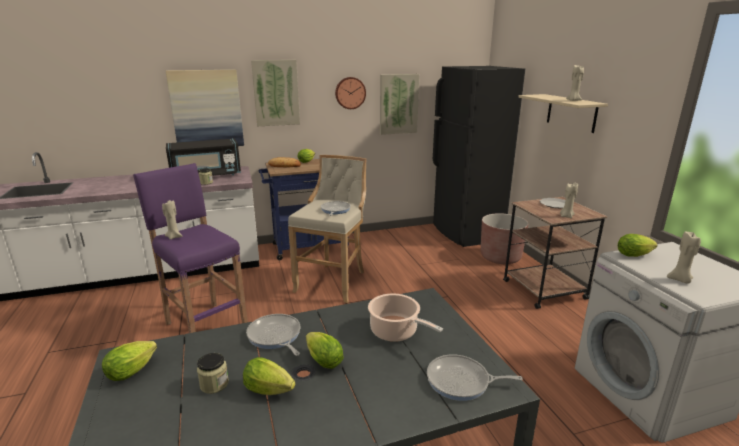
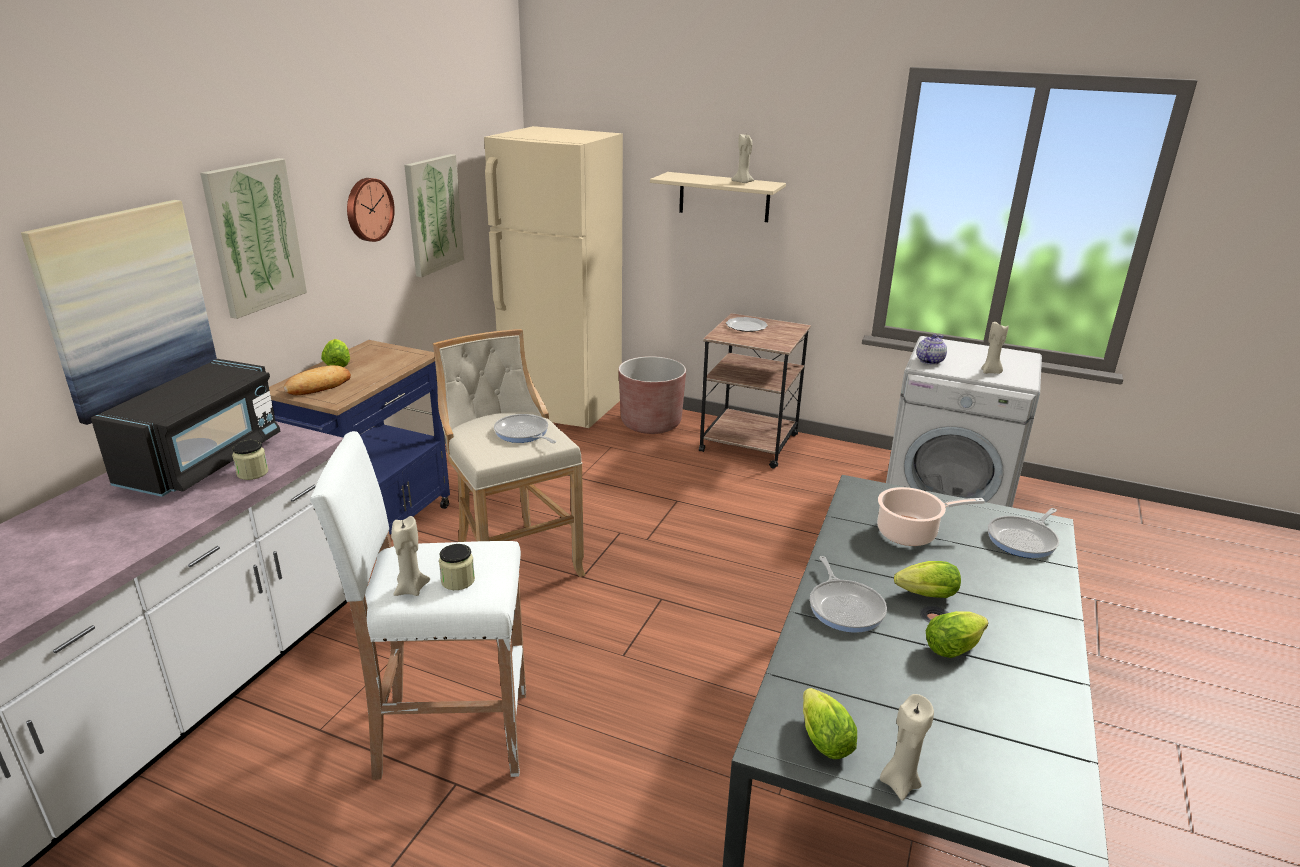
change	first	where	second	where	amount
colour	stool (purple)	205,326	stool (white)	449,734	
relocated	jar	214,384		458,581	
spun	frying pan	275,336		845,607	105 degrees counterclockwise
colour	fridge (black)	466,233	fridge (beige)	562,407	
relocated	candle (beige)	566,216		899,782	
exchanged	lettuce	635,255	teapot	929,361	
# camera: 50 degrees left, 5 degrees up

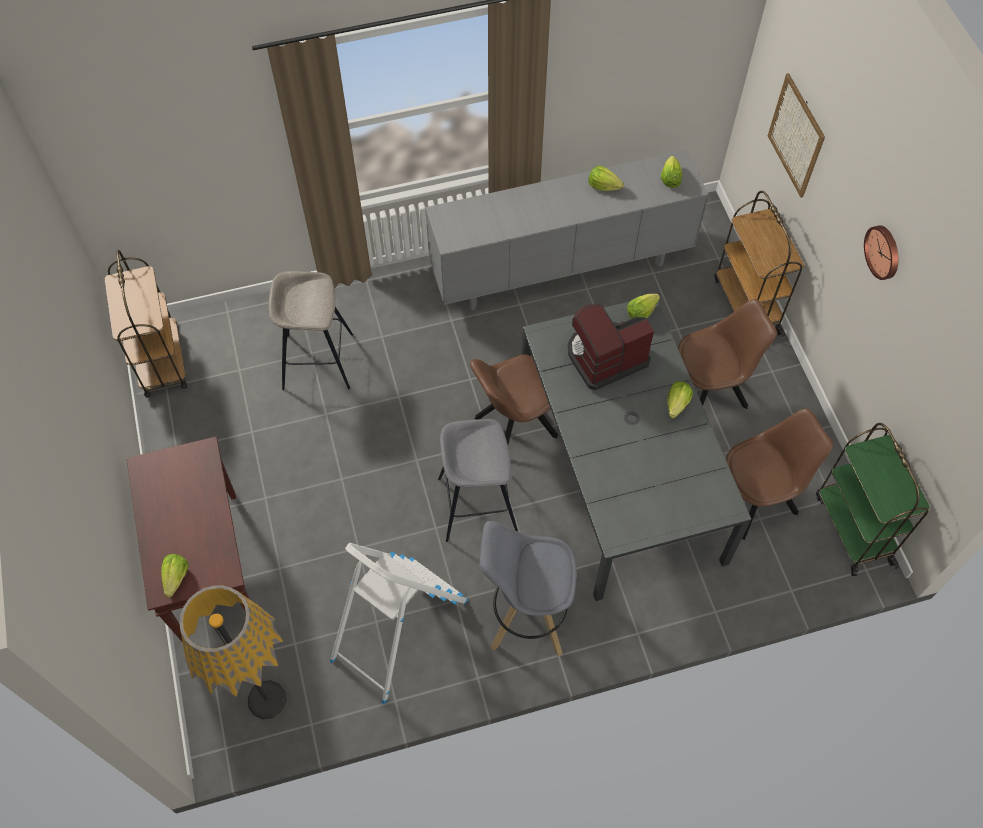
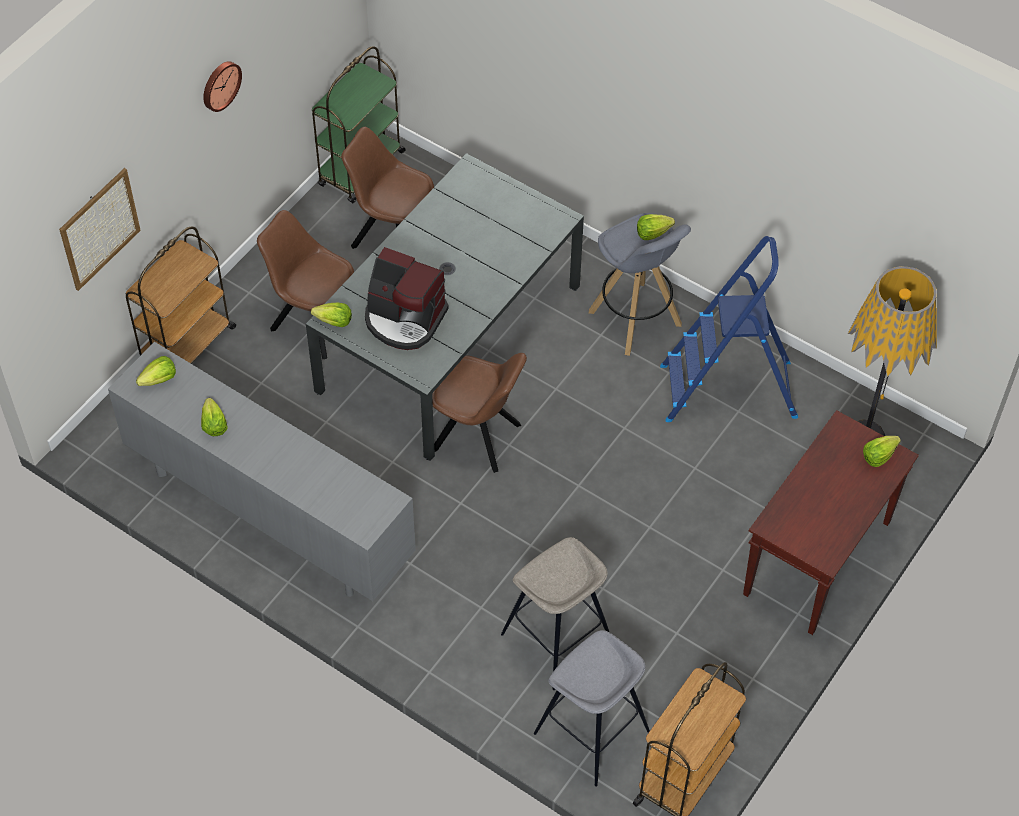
change	first	where	second	where	amount
colour	step ladder (white)	400,629	step ladder (blue)	727,391	
relocated	stool (grey)	477,504		591,733	
relocated	lettuce	677,404		652,233	
# camera: 130 degrees left, 5 degrees down

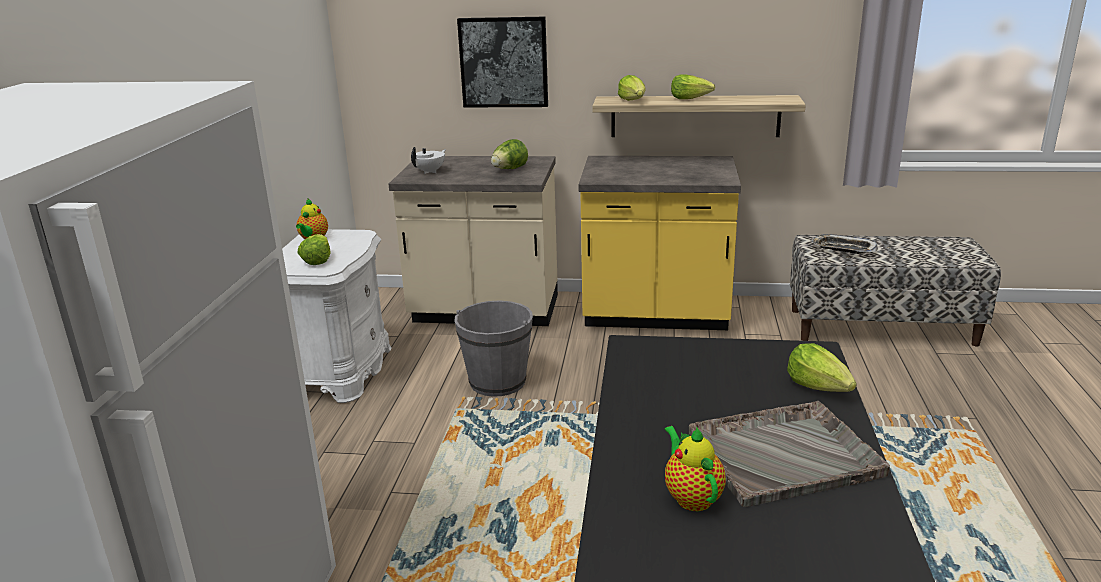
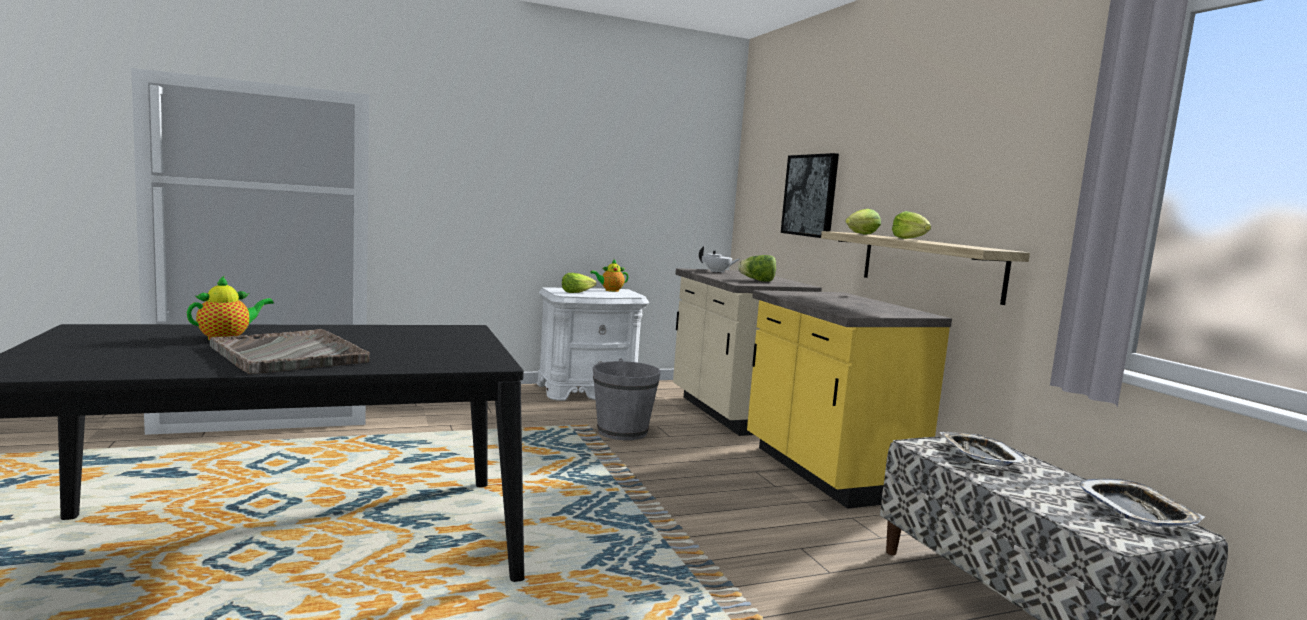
change	first	where	second	where	amount
missing	lettuce	819,387			
appeared			tray	1136,511	
# camera: 60 degrees right, 15 degrees down

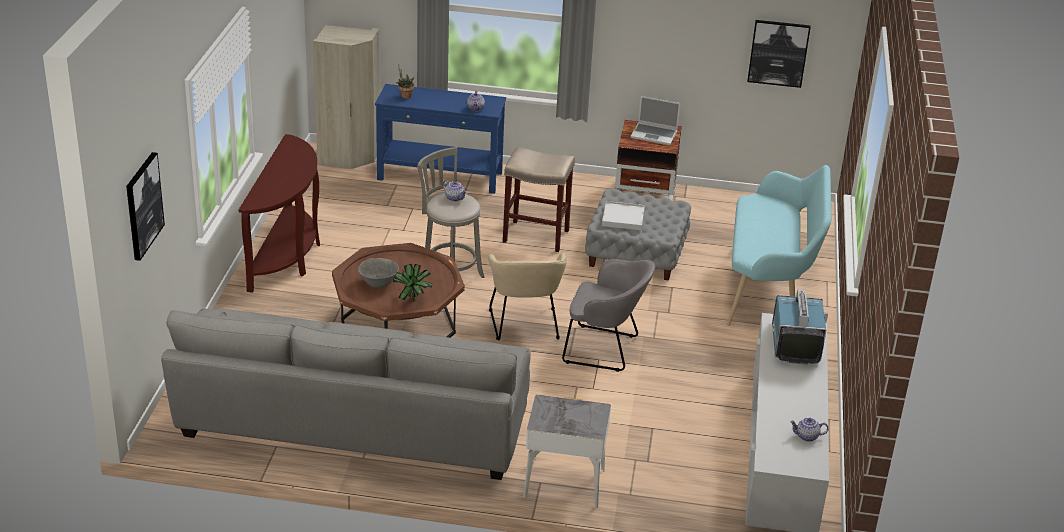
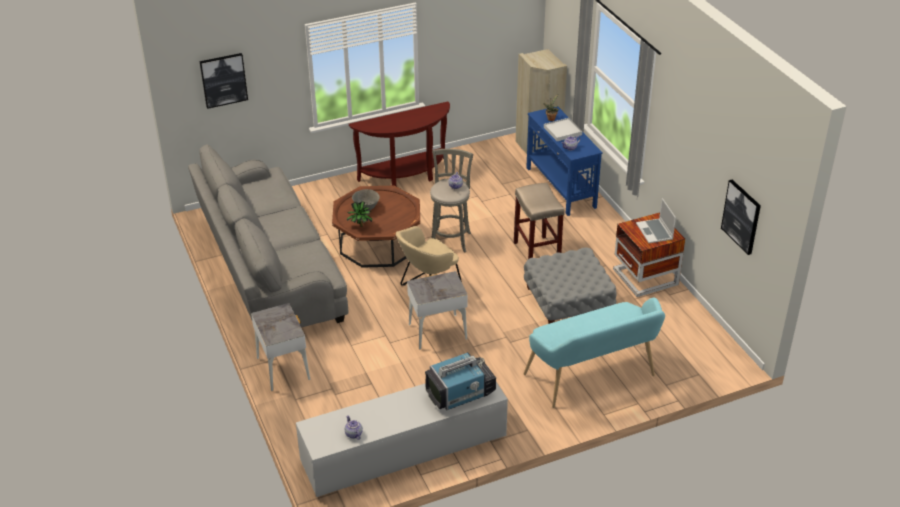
change	first	where	second	where	amount
exchanged	armchair (grey)	605,350	side table	436,331	
relocated	tray (white)	623,218		562,131	
# camera: 60 degrees right, 5 degrees up

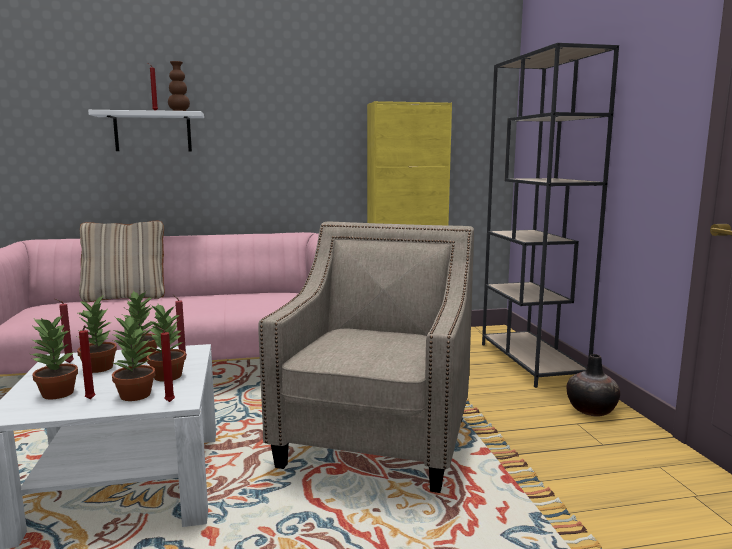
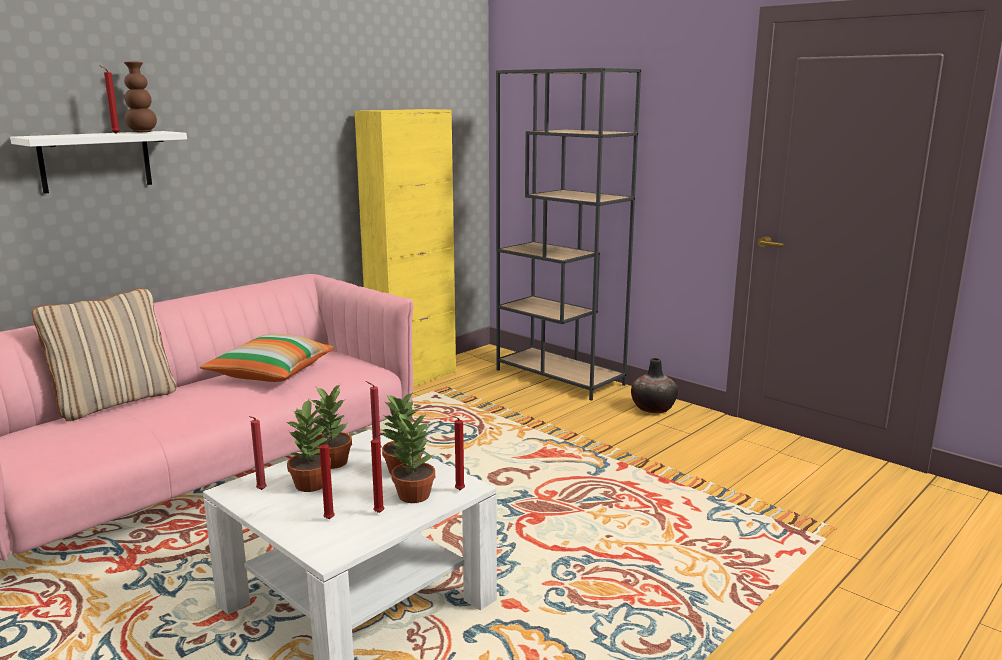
change	first	where	second	where	amount
exchanged	potted plant	57,393	candle (red)	330,520	
missing	armchair (beige)	376,440			
appeared			pillow	271,373	
# camera: 35 degrees left, 5 degrees up

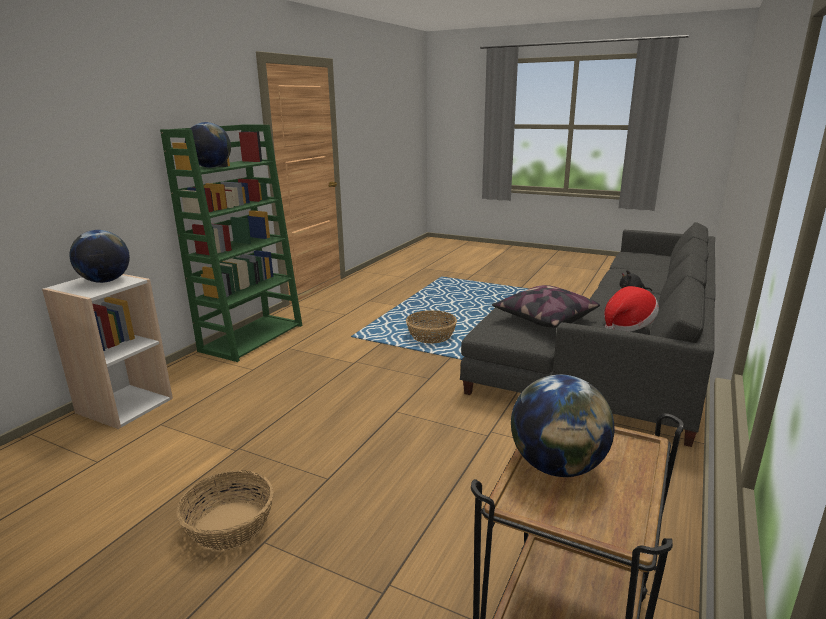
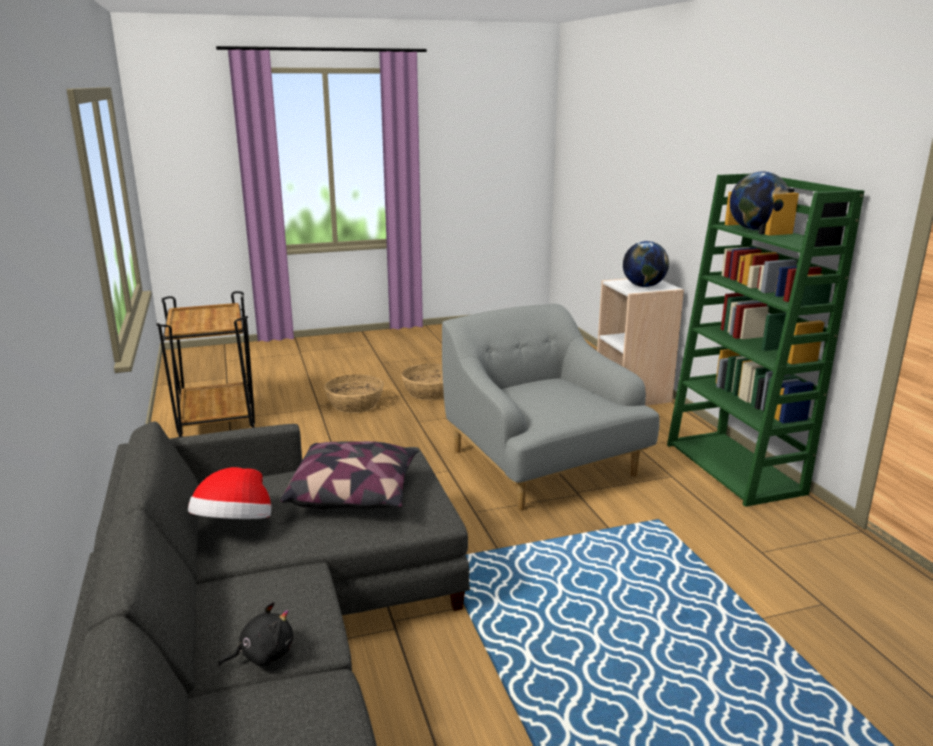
change	first	where	second	where	amount
relocated	basket	431,336		355,404	
missing	globe	557,466			
appeared			armchair (grey)	540,463	
# camera: 135 degrees right, 0 degrees up

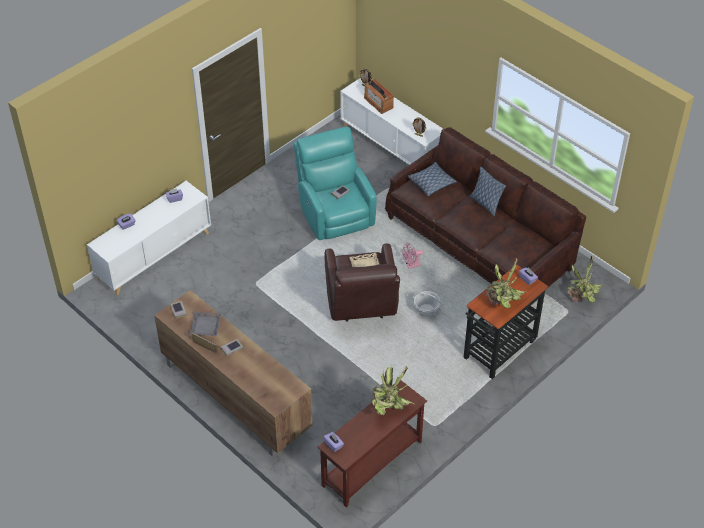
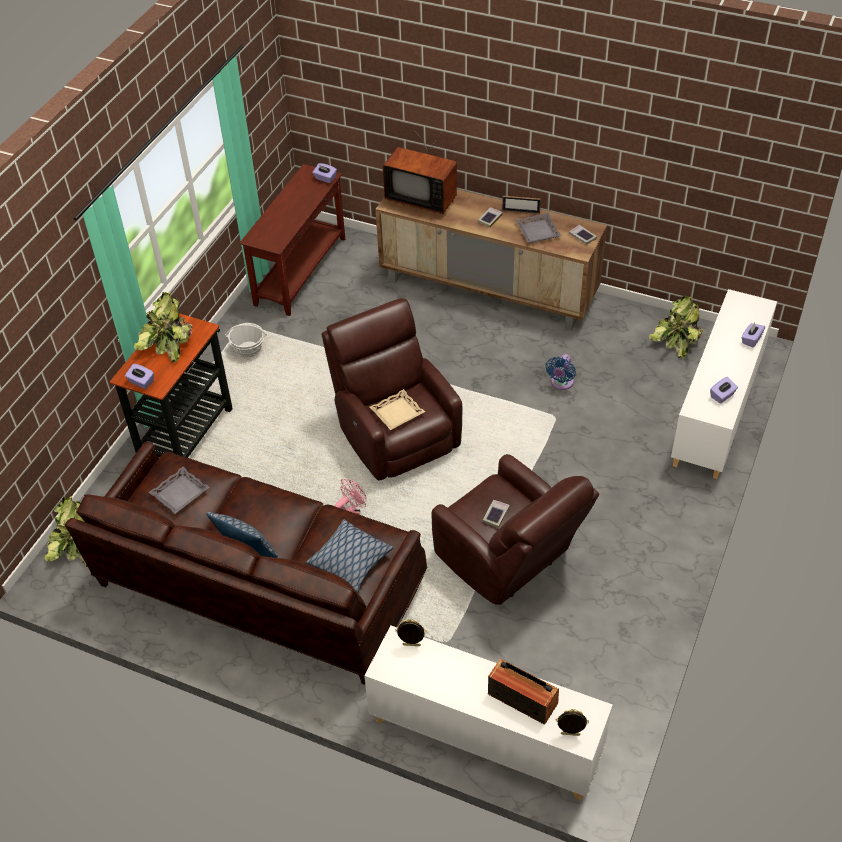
change	first	where	second	where	amount
colour	armchair (turquoise)	335,213	armchair (brown)	509,561	
relocated	potted plant	389,406		677,340	
relocated	basket	426,310		248,349	
appeared			tray (grey)	180,493	
appeared			television	422,197	
appeared			fan (blue)	561,383	
# camera: 160 degrees right, 0 degrees up

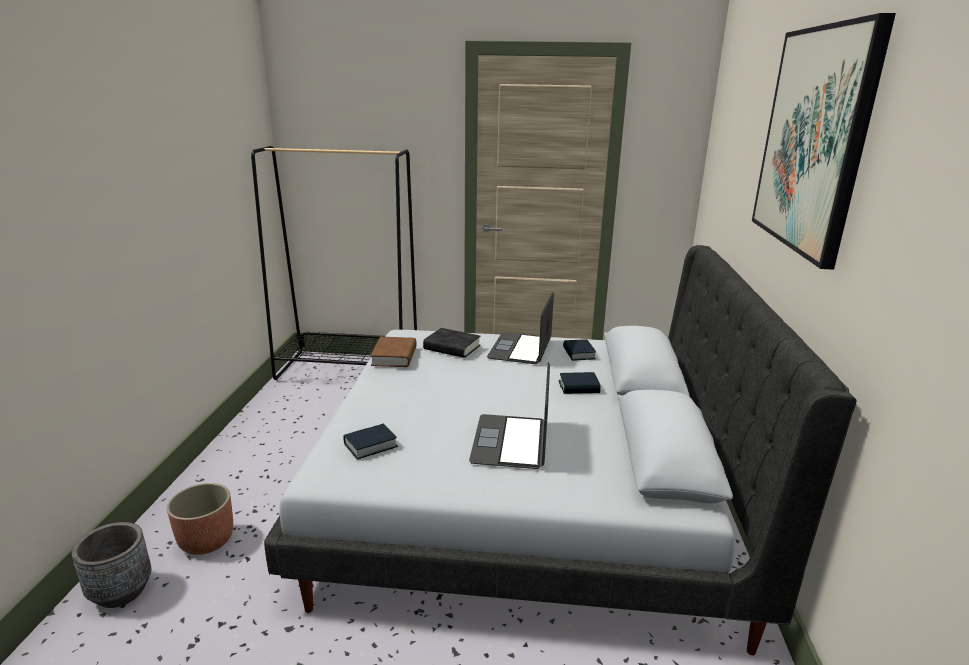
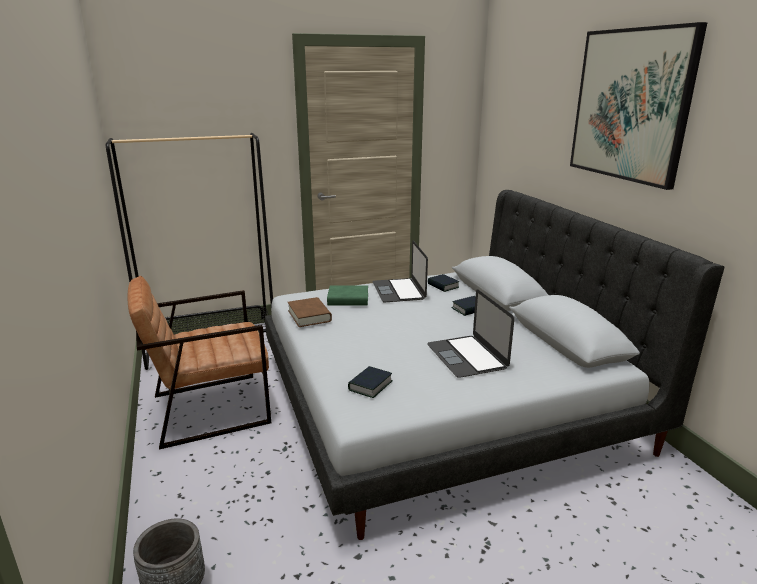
change	first	where	second	where	amount
missing	planter	206,540			
colour	book (black)	452,347	book (green)	348,300	
appeared			armchair (brown)	210,408	
# camera: 25 degrees left, 0 degrees up

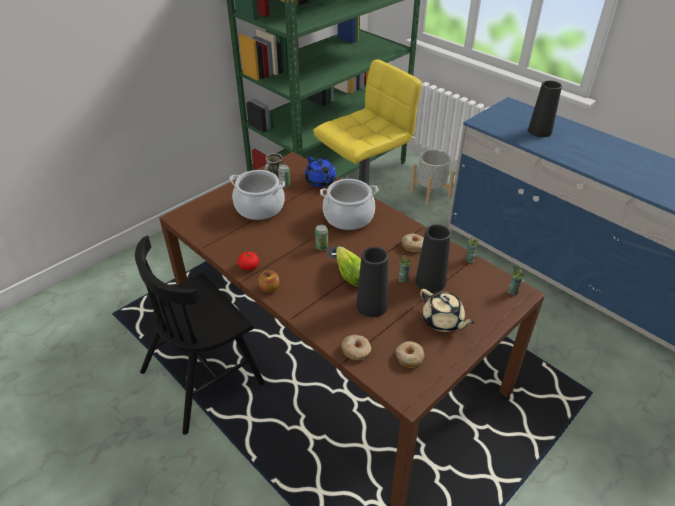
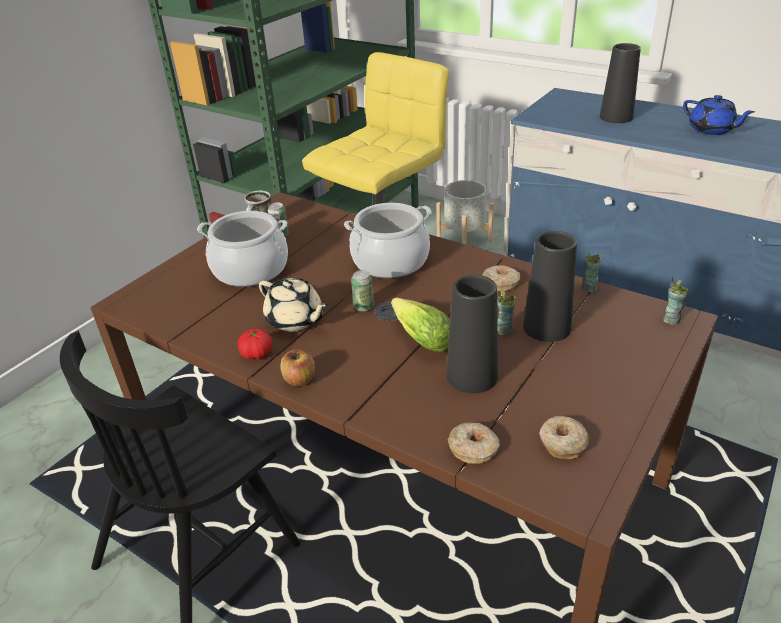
change	first	where	second	where	amount
relocated	teapot (blue)	321,181		711,130	
relocated	teapot (beige)	443,321		295,320	
# camera: 10 degrees left, 5 degrees down

